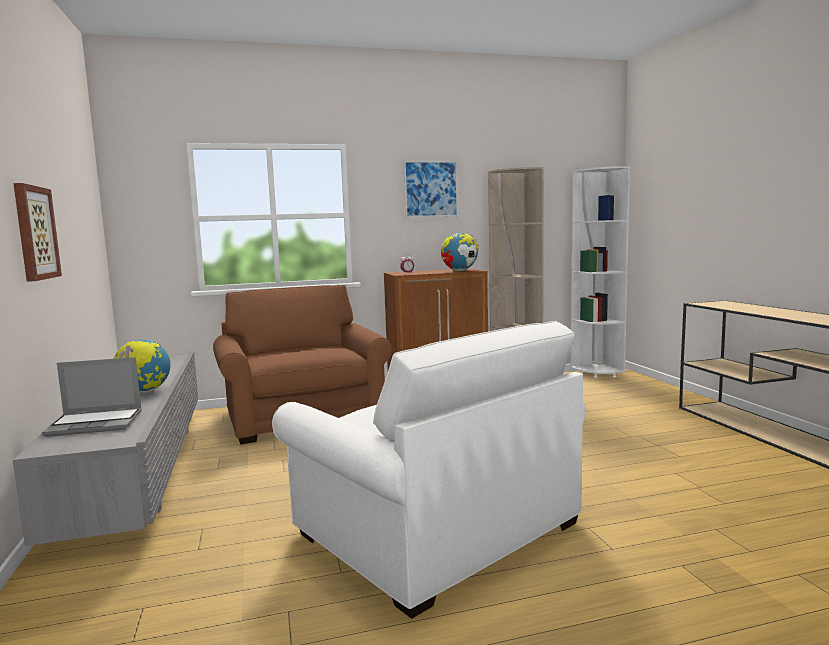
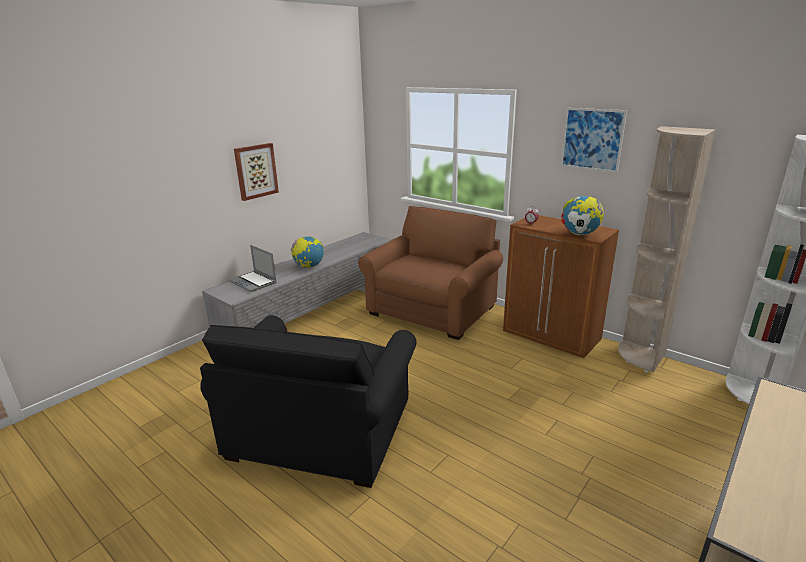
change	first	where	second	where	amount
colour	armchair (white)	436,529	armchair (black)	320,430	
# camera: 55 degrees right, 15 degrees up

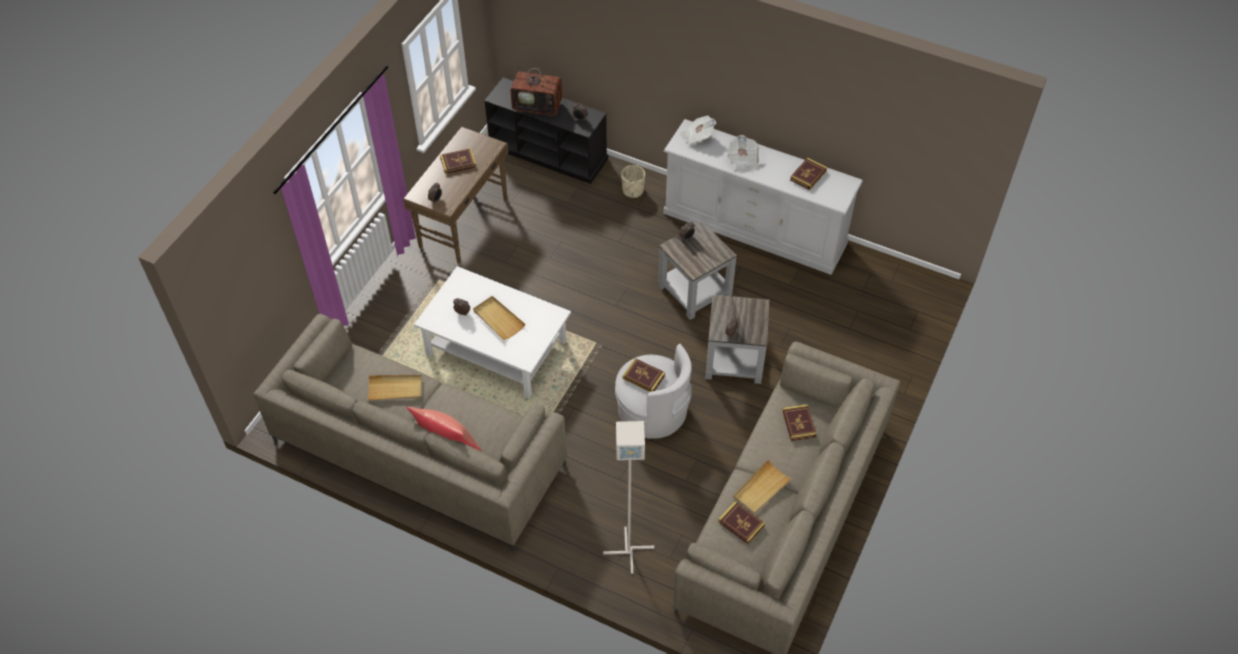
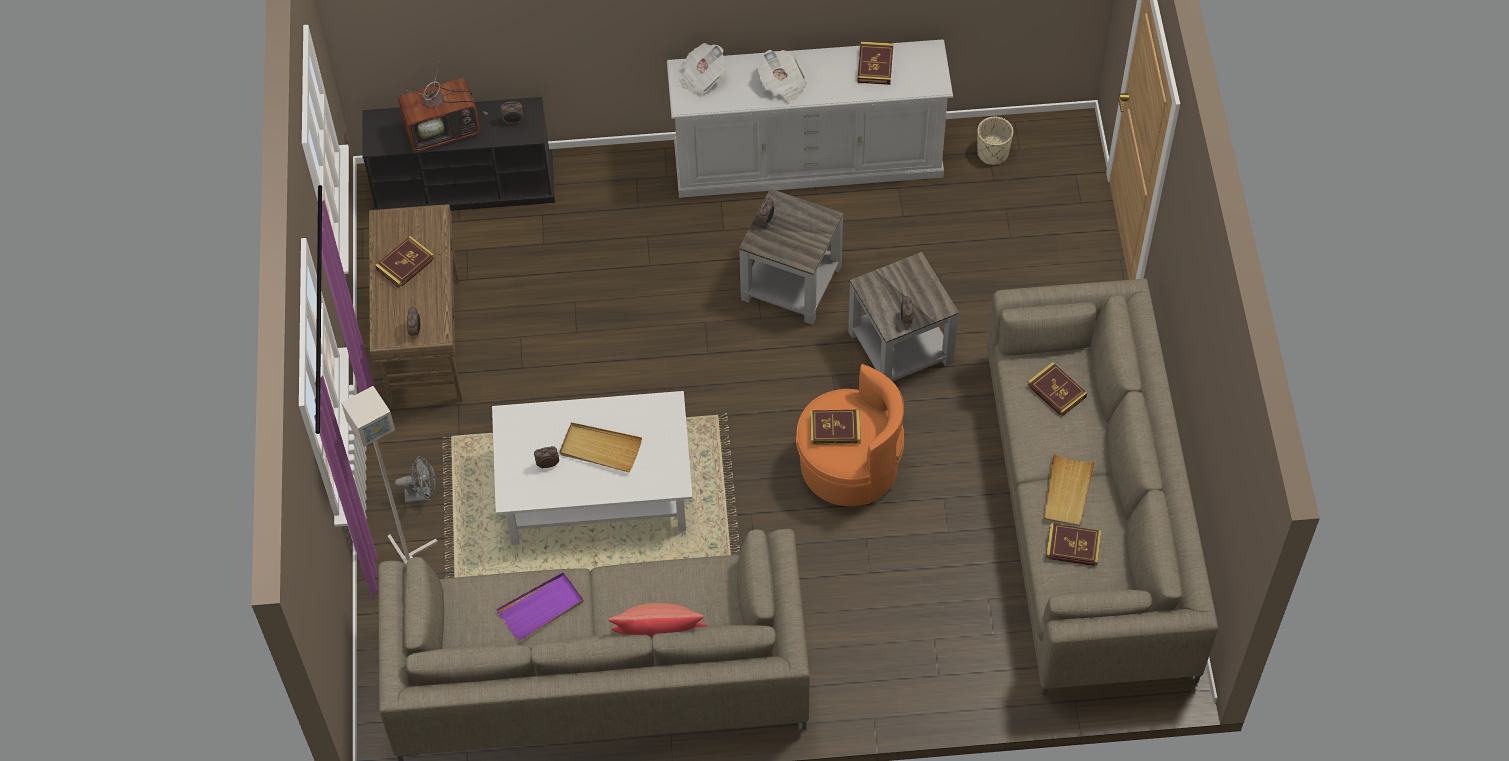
change	first	where	second	where	amount
colour	tray (beige)	395,389	tray (purple)	541,608	
relocated	floor lamp (grey)	628,551		407,561	
colour	armchair (white)	652,411	armchair (orange)	848,467	
relocated	planter (beige)	633,190		993,153	
appeared			fan (grey)	422,494	
# camera: 30 degrees left, 5 degrees up

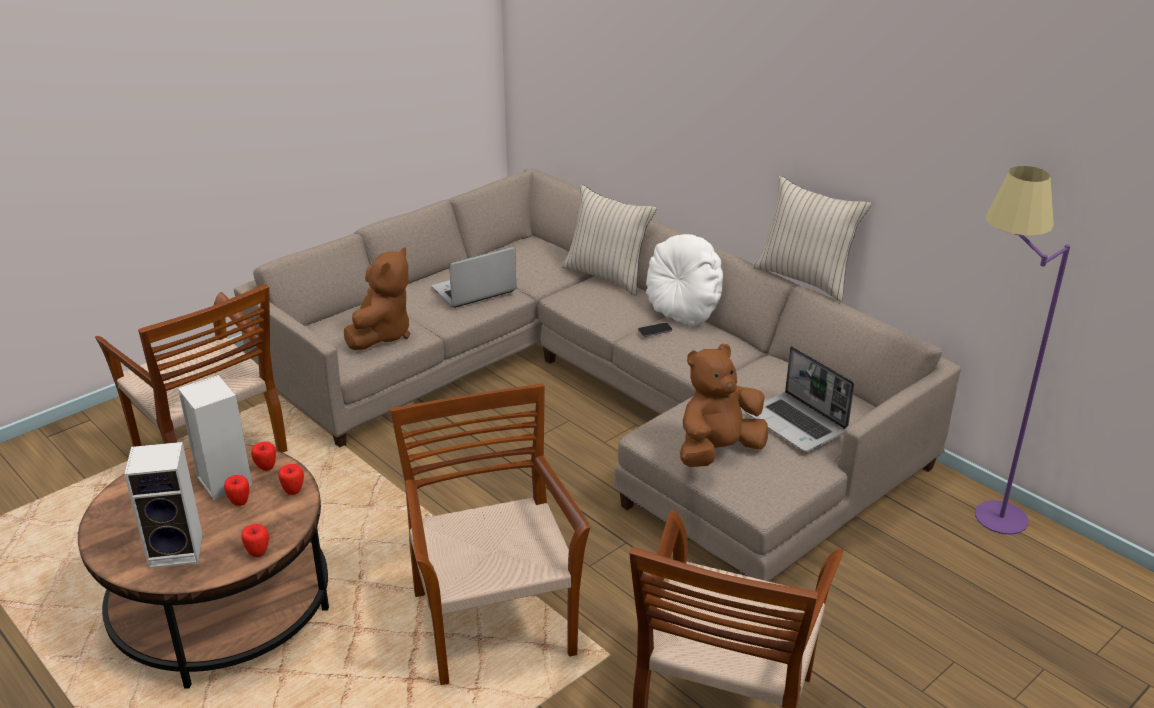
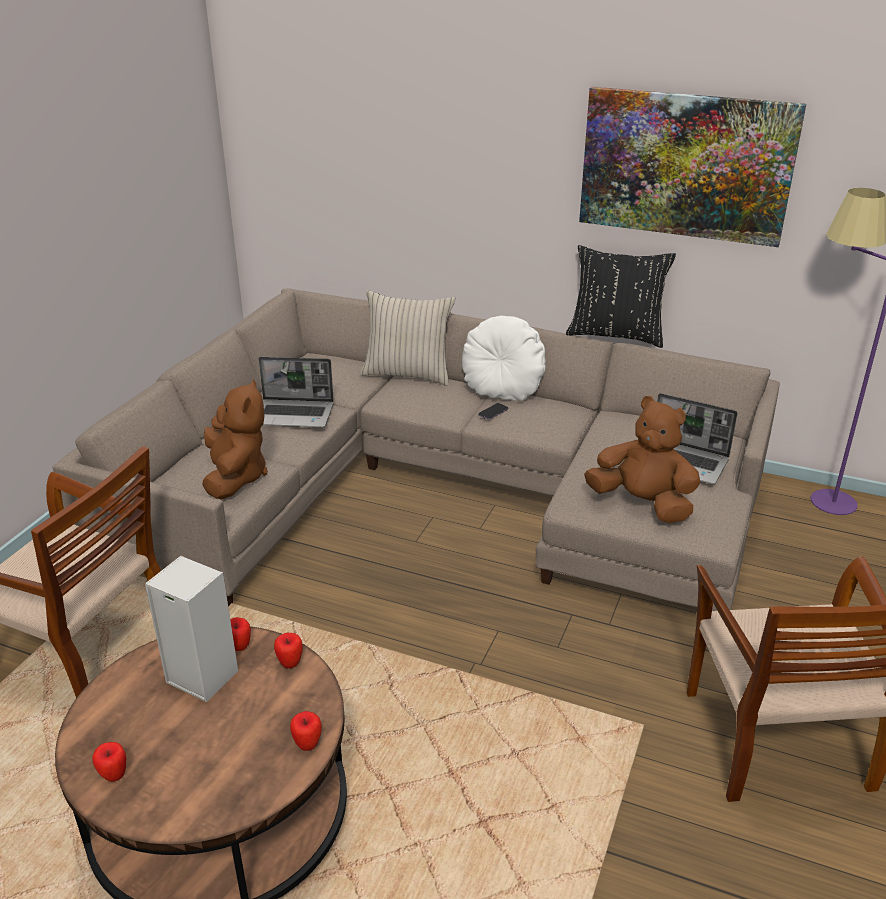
change	first	where	second	where	amount
missing	speaker	178,550			
relocated	apple	239,502		114,776	
missing	armchair (brown)	493,622			
spun	laptop	473,291		295,415	120 degrees counterclockwise
spun	plush toy (brown)	718,451		642,504	90 degrees clockwise
colour	pillow (beige)	805,278	pillow (black)	615,335	
appeared			picture	685,165	
# camera: 25 degrees left, 0 degrees up

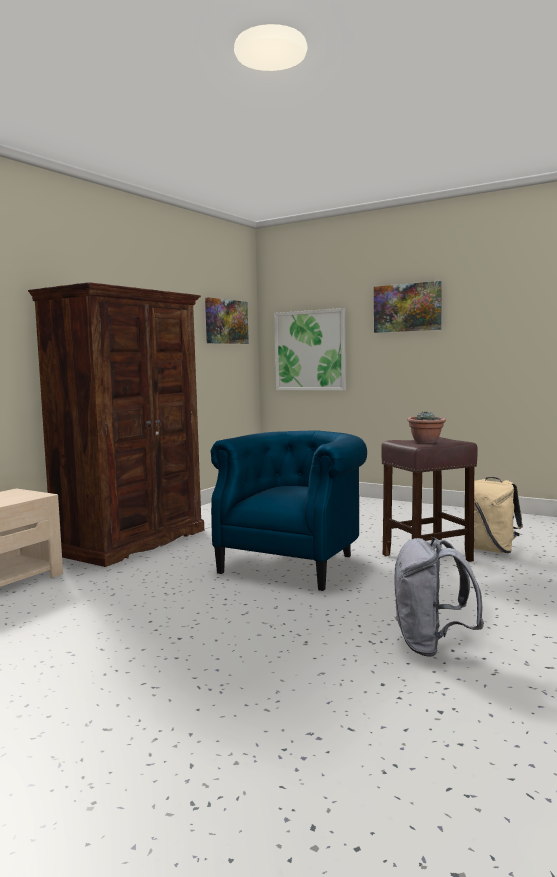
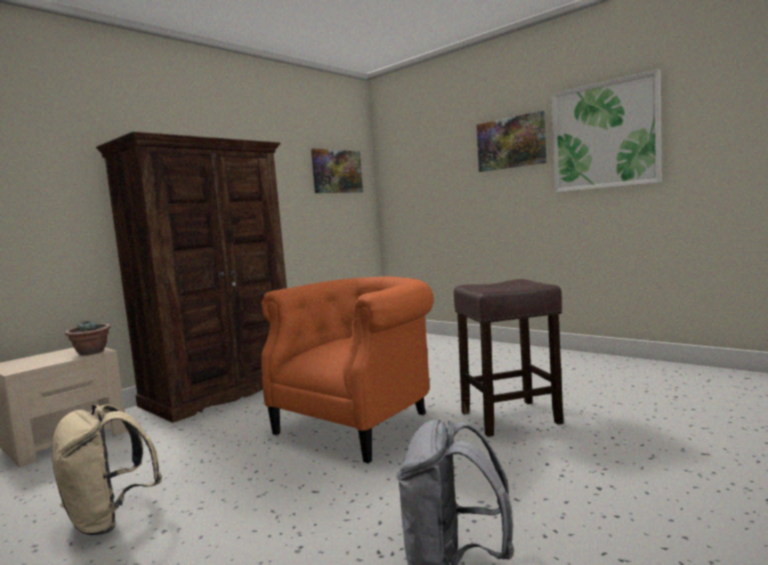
change	first	where	second	where	amount
colour	armchair (blue)	296,564	armchair (orange)	361,423	
relocated	picture	310,350		604,135	
relocated	potted plant	426,442		91,352	
relocated	backpack (beige)	492,550		109,519	
# camera: 10 degrees right, 0 degrees up

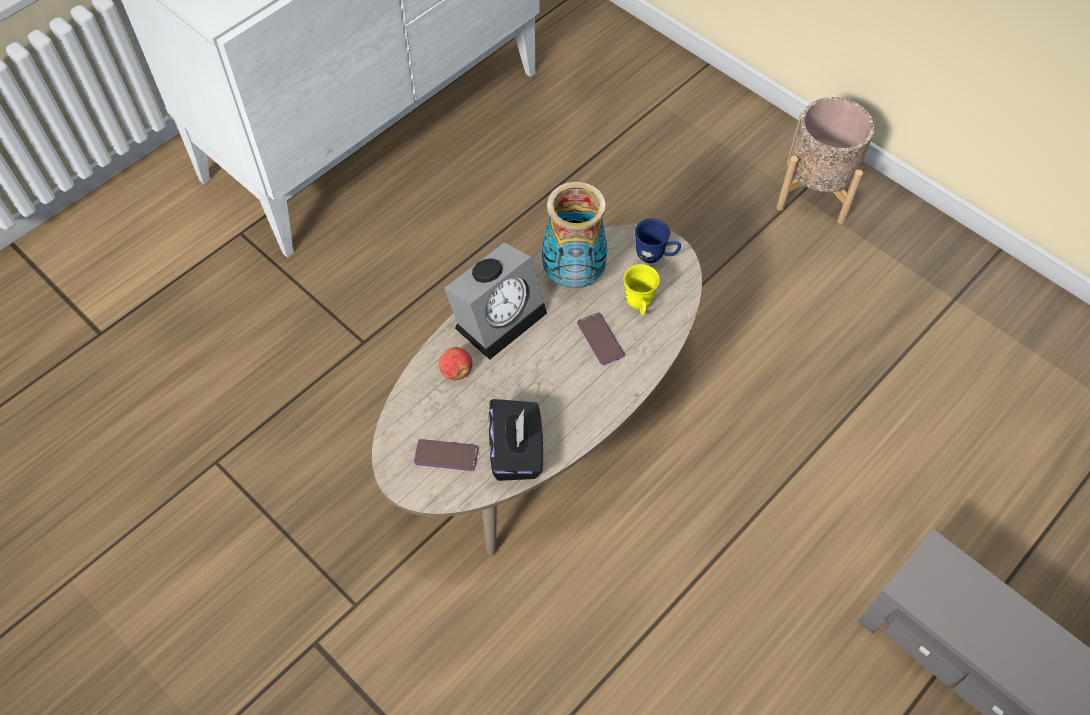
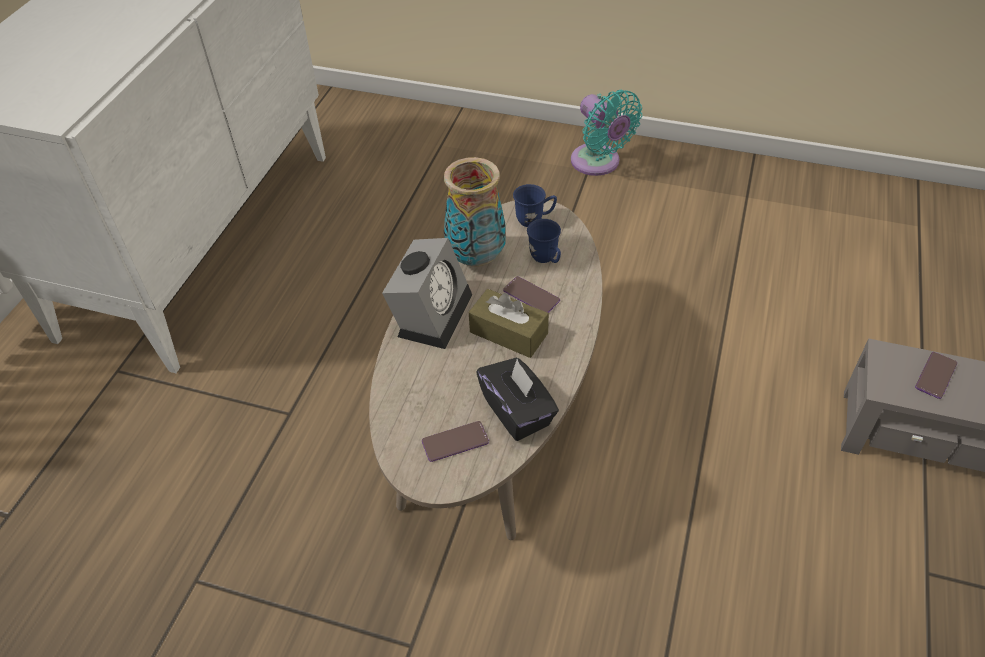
change	first	where	second	where	amount
missing	apple	456,371			
colour	mug (yellow)	639,305	mug (blue)	546,259	
exchanged	planter (beige)	814,191	fan (turquoise)	598,163	
appeared			tissue box (brown)	508,333	
appeared			phone	935,375	
# camera: 25 degrees left, 10 degrees down

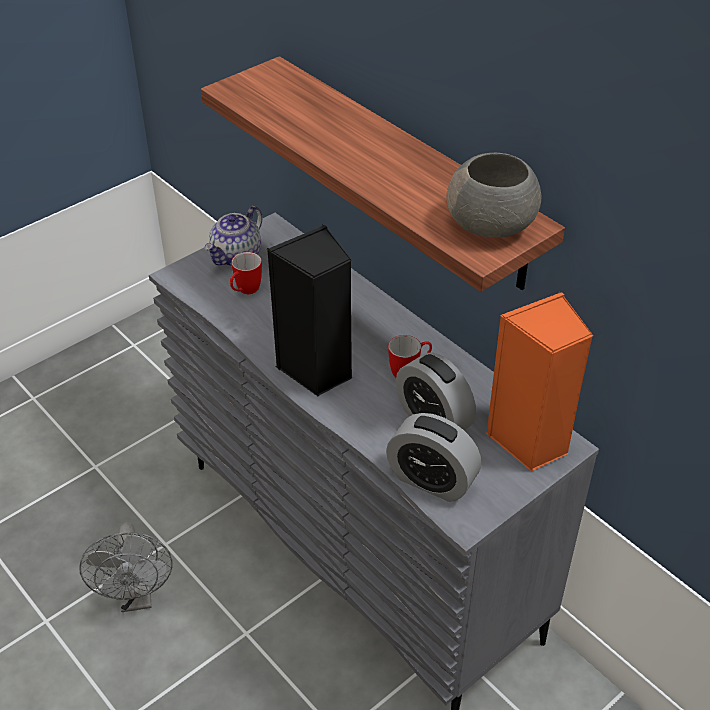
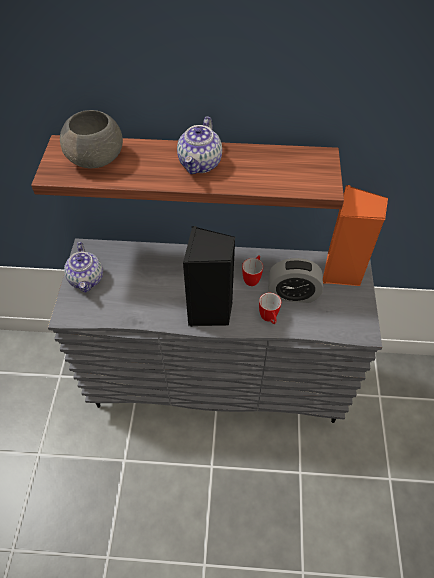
change	first	where	second	where	amount
missing	fan (grey)	137,597			
relocated	mug	245,291		269,319	
missing	alarm clock	431,480			
relocated	bowl (grey)	492,225		97,158	
appeared			teapot	200,164	
# camera: 45 degrees left, 10 degrees up

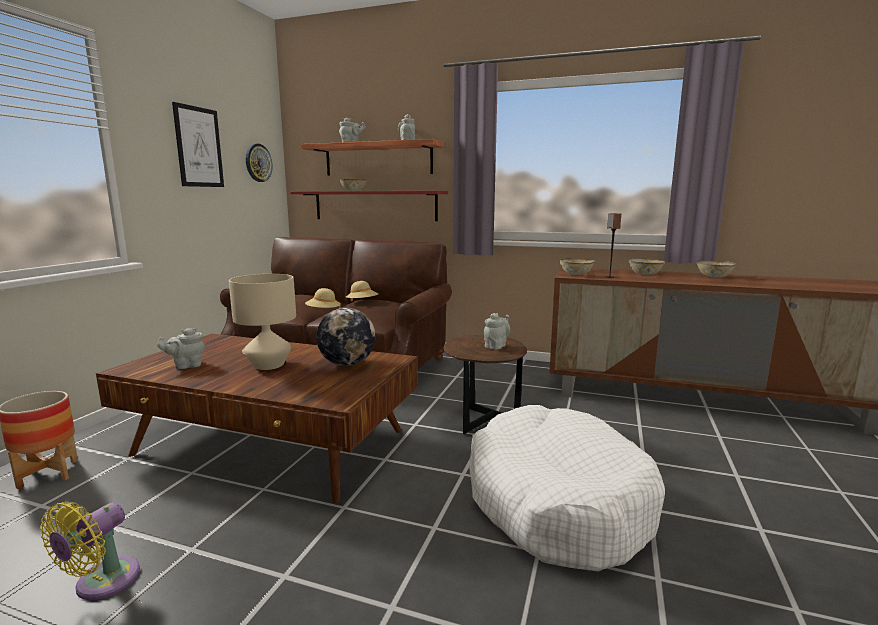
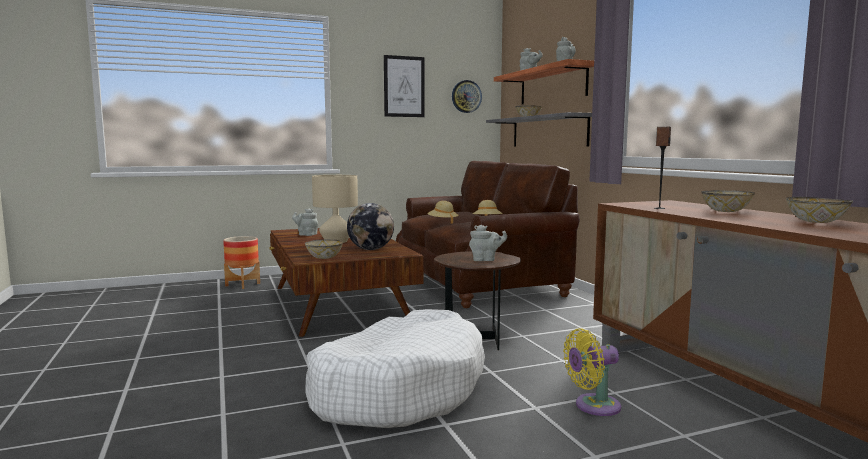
change	first	where	second	where	amount
relocated	fan (yellow)	101,583		593,406	
colour	shelf (red)	374,205	shelf (grey)	548,131	
relocated	bowl	576,274		324,258	
# camera: 50 degrees right, 5 degrees down

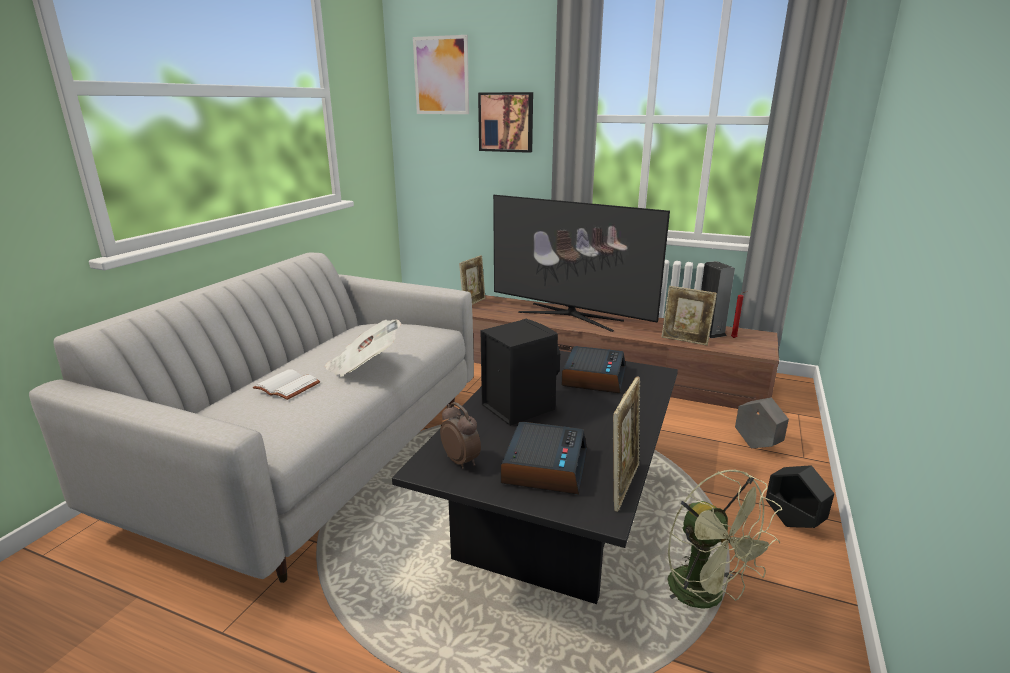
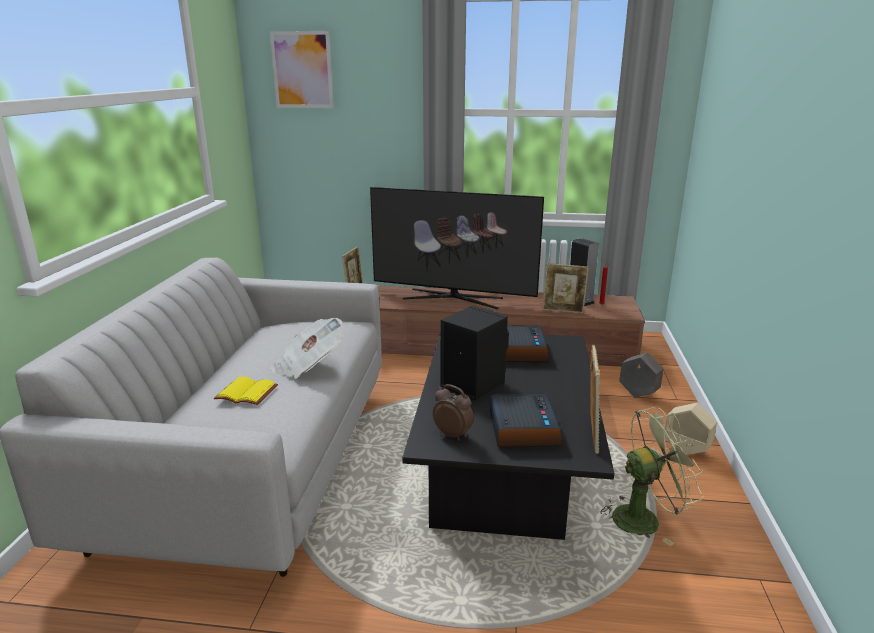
change	first	where	second	where	amount
colour	book (white)	285,387	book (yellow)	245,394	
missing	picture	506,122			
spun	fan (green)	706,597		644,518	60 degrees counterclockwise
colour	planter (black)	792,522	planter (beige)	686,451	
# camera: 15 degrees left, 0 degrees up

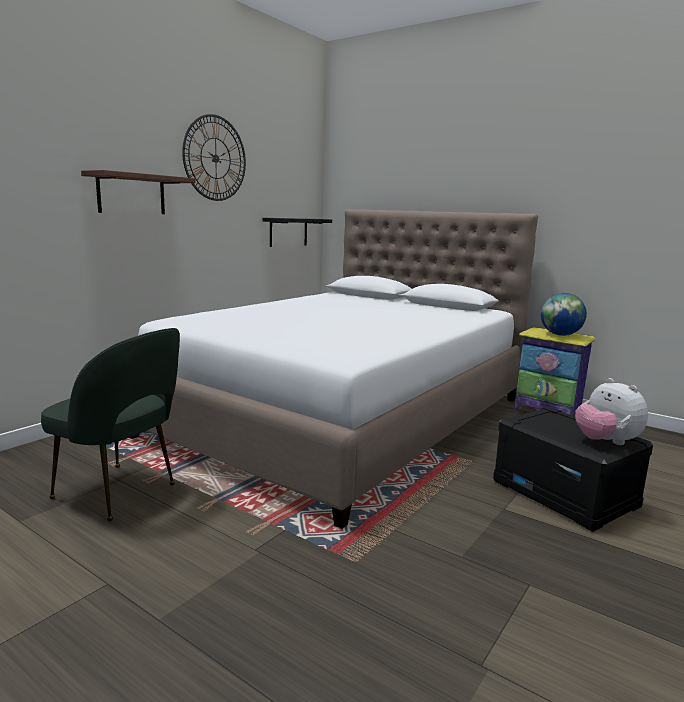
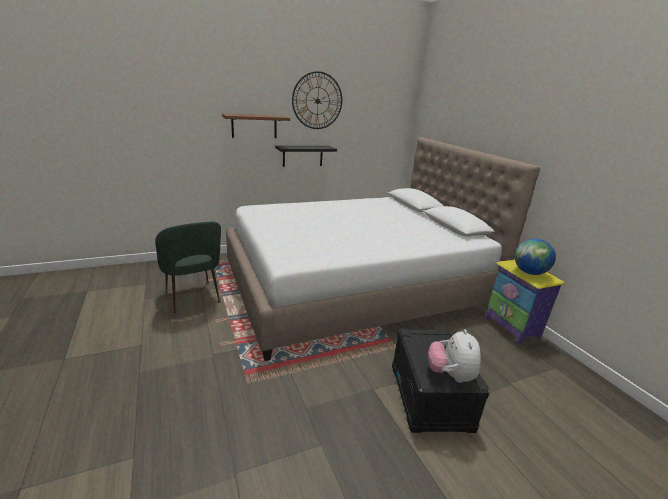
change	first	where	second	where	amount
relocated	shelf (black)	288,232		302,155	
# camera: 30 degrees right, 10 degrees up

